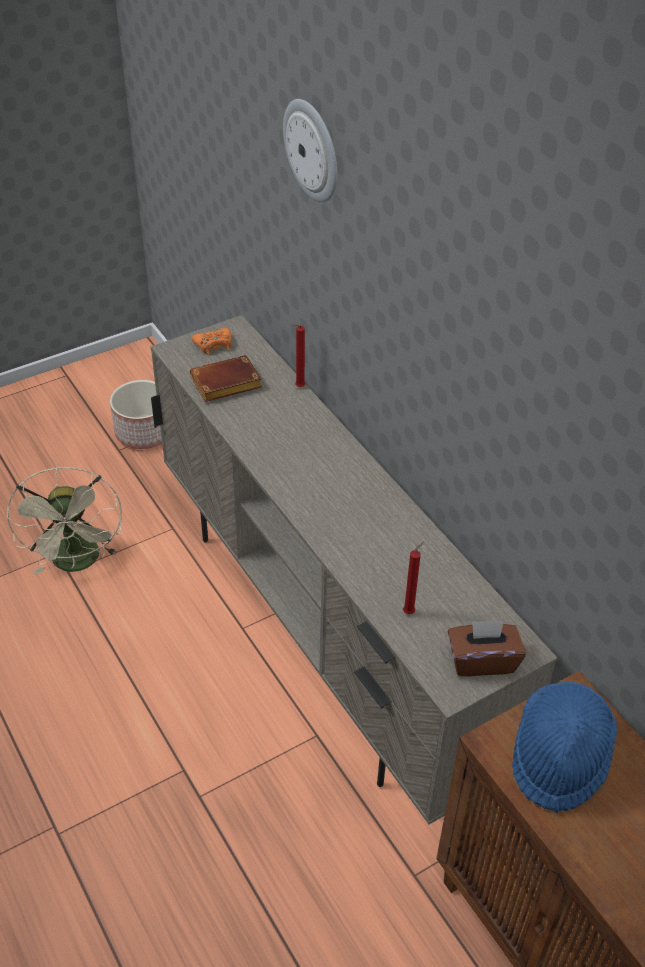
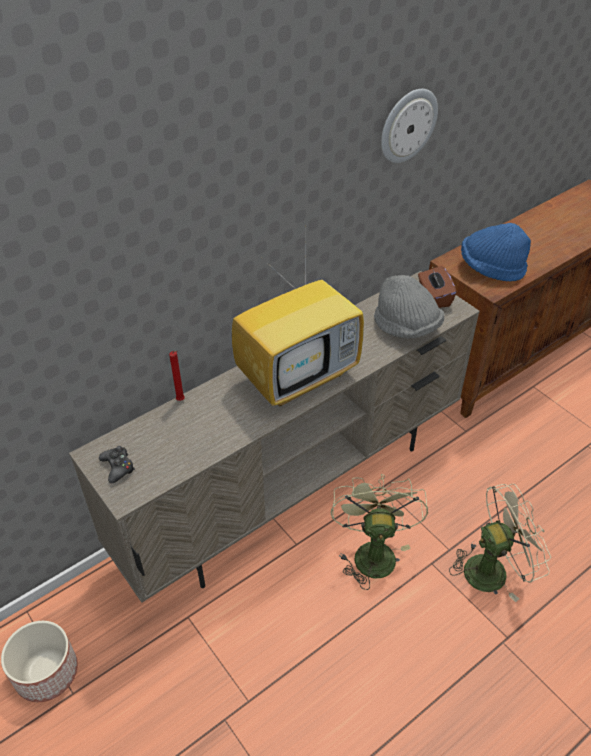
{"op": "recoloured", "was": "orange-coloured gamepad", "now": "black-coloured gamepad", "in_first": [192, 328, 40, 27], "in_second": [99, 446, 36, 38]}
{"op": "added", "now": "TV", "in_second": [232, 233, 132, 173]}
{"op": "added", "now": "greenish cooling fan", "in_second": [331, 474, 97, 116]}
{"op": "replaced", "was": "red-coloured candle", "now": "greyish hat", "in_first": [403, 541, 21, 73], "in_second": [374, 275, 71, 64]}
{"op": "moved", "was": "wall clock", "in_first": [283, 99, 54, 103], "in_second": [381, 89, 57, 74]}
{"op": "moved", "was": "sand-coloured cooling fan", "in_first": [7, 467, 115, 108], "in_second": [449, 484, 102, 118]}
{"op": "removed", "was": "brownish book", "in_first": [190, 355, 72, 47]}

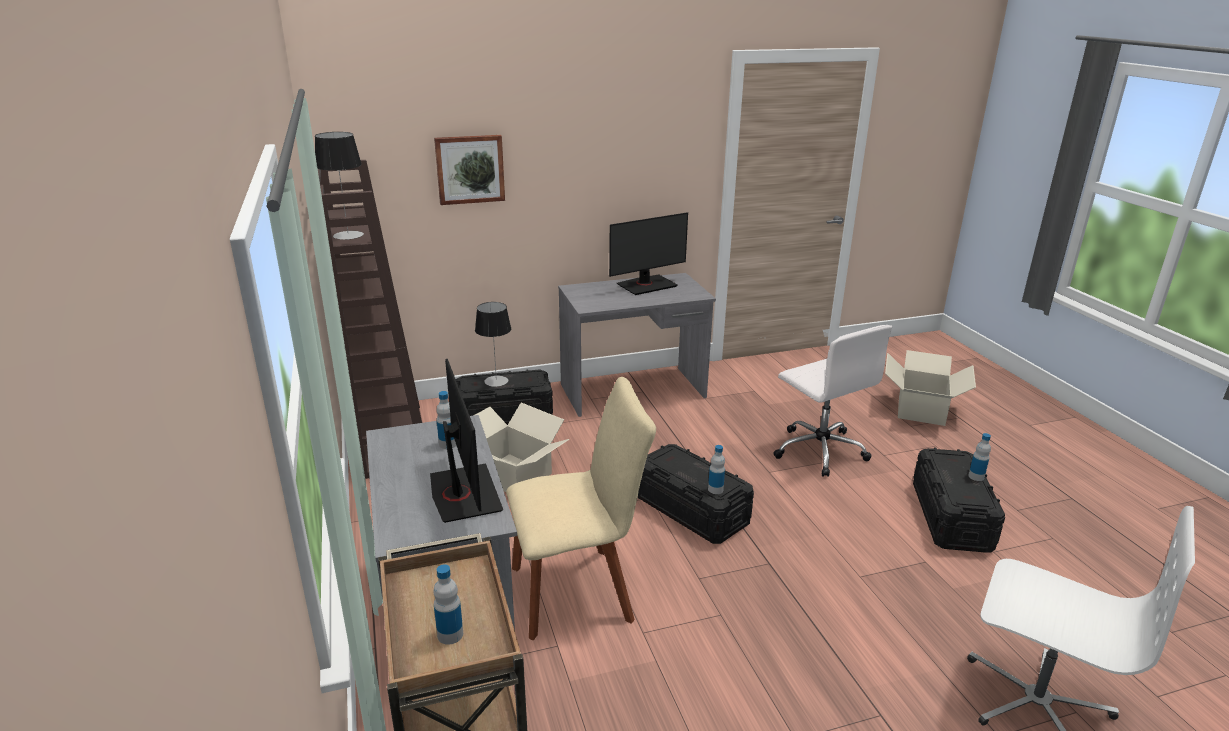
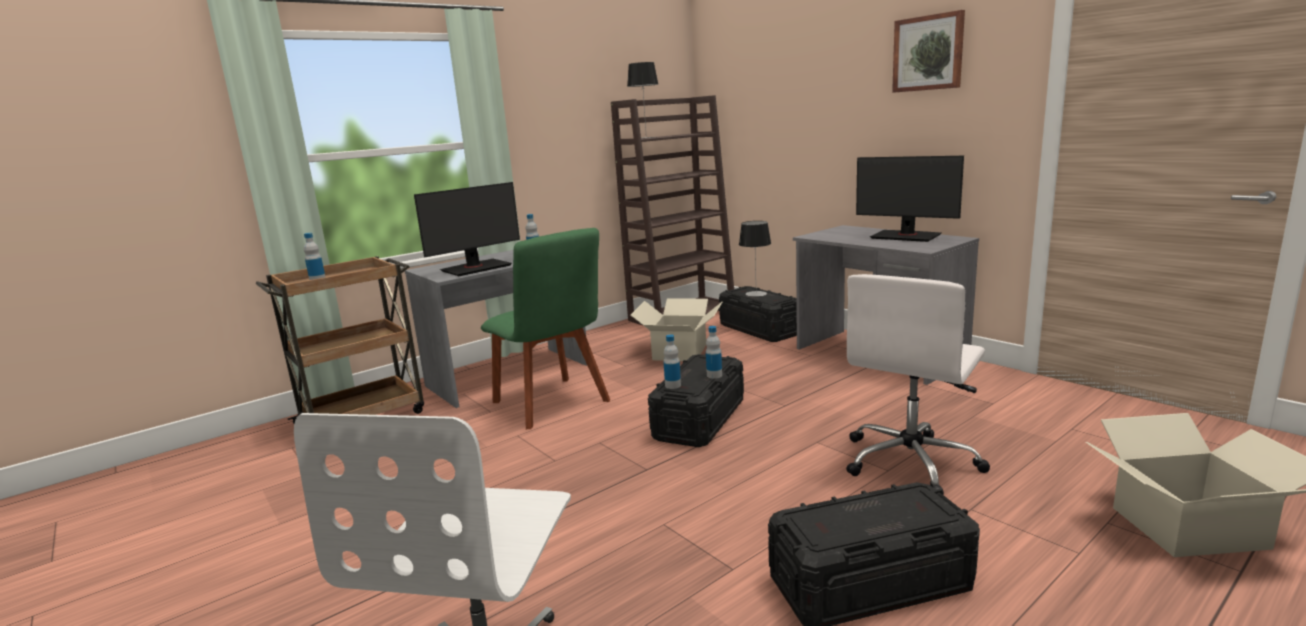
{"op": "recoloured", "was": "sand-coloured upright chair", "now": "greenish upright chair", "in_first": [506, 377, 150, 263], "in_second": [481, 228, 129, 201]}
{"op": "moved", "was": "beverage bottle", "in_first": [968, 433, 23, 48], "in_second": [706, 326, 16, 53]}
{"op": "moved", "was": "wall picture", "in_first": [434, 135, 71, 70], "in_second": [892, 10, 73, 83]}

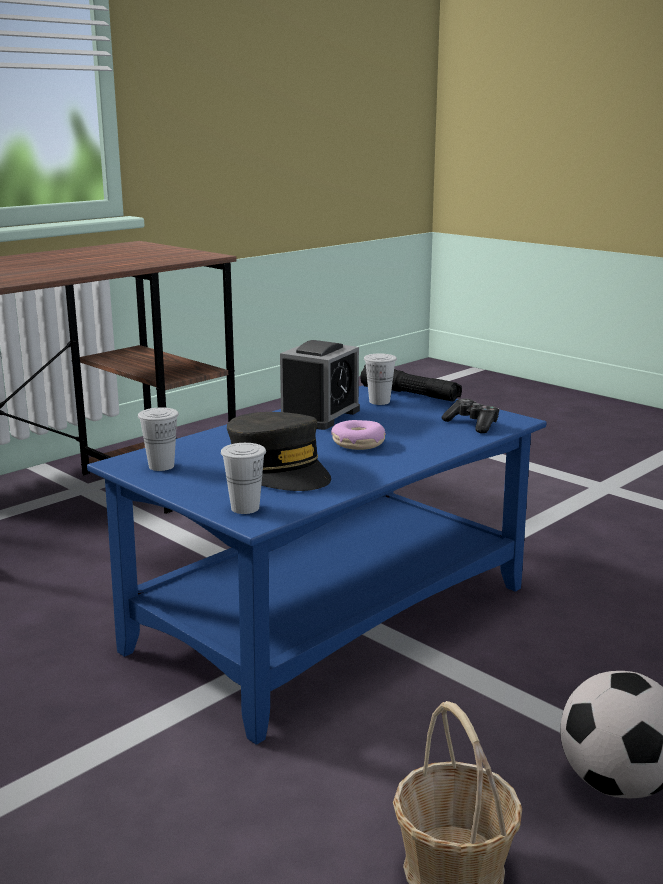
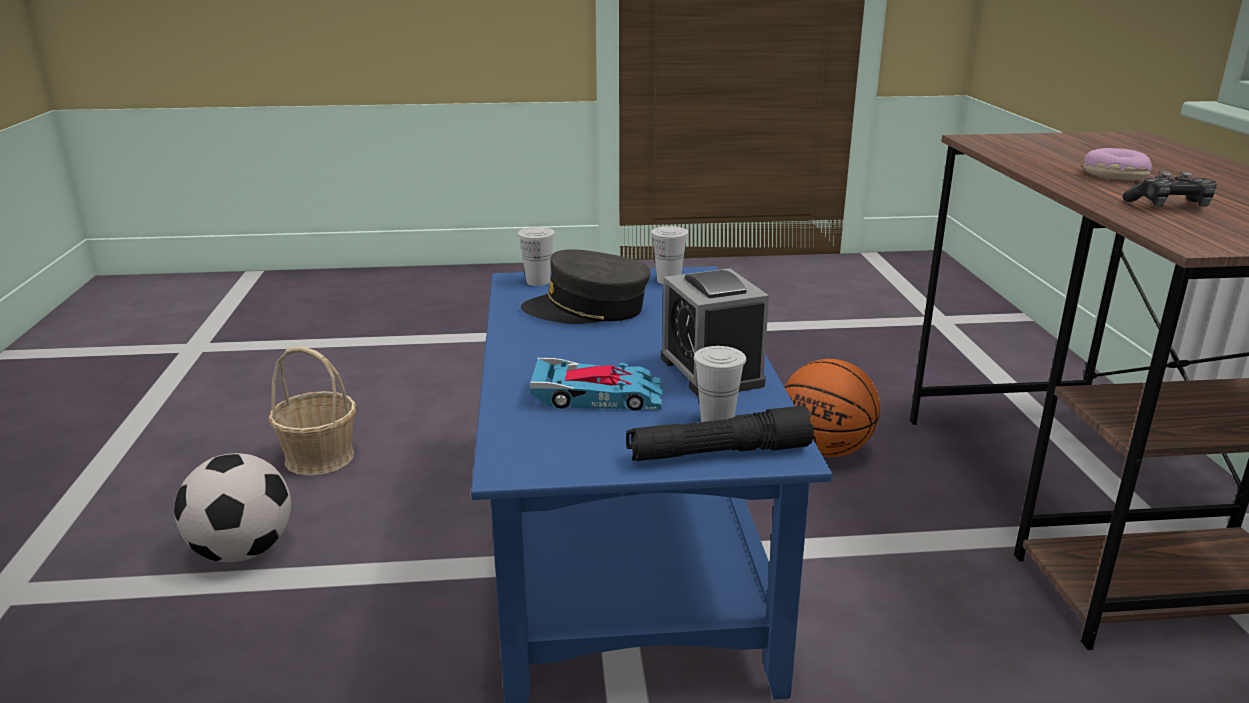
{"op": "added", "now": "model car", "in_second": [530, 358, 133, 53]}
{"op": "added", "now": "basketball", "in_second": [785, 359, 95, 98]}
{"op": "moved", "was": "ring doughnut", "in_first": [331, 420, 55, 30], "in_second": [1083, 148, 69, 32]}
{"op": "moved", "was": "gamepad", "in_first": [442, 398, 57, 35], "in_second": [1122, 171, 95, 36]}

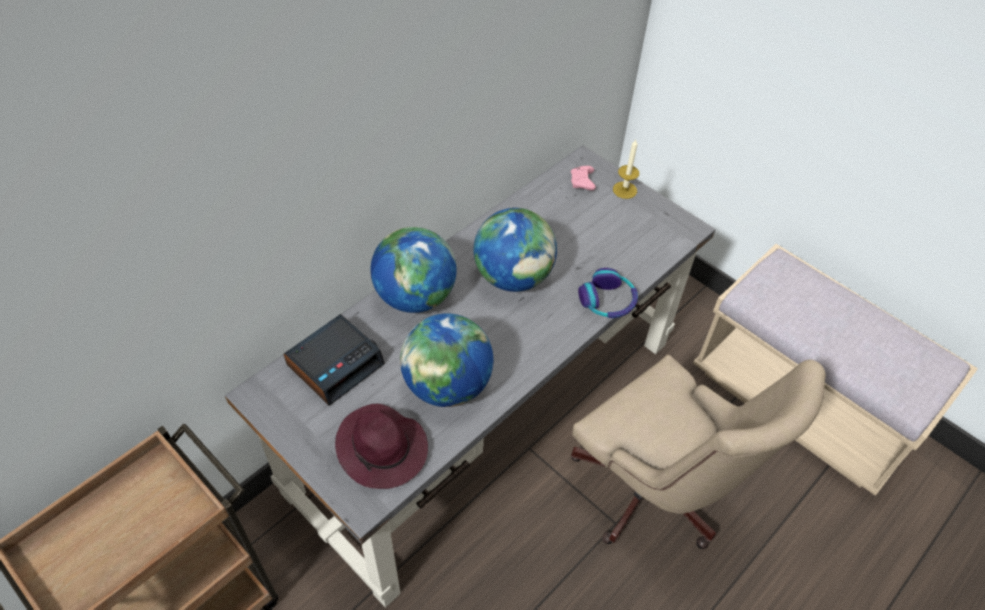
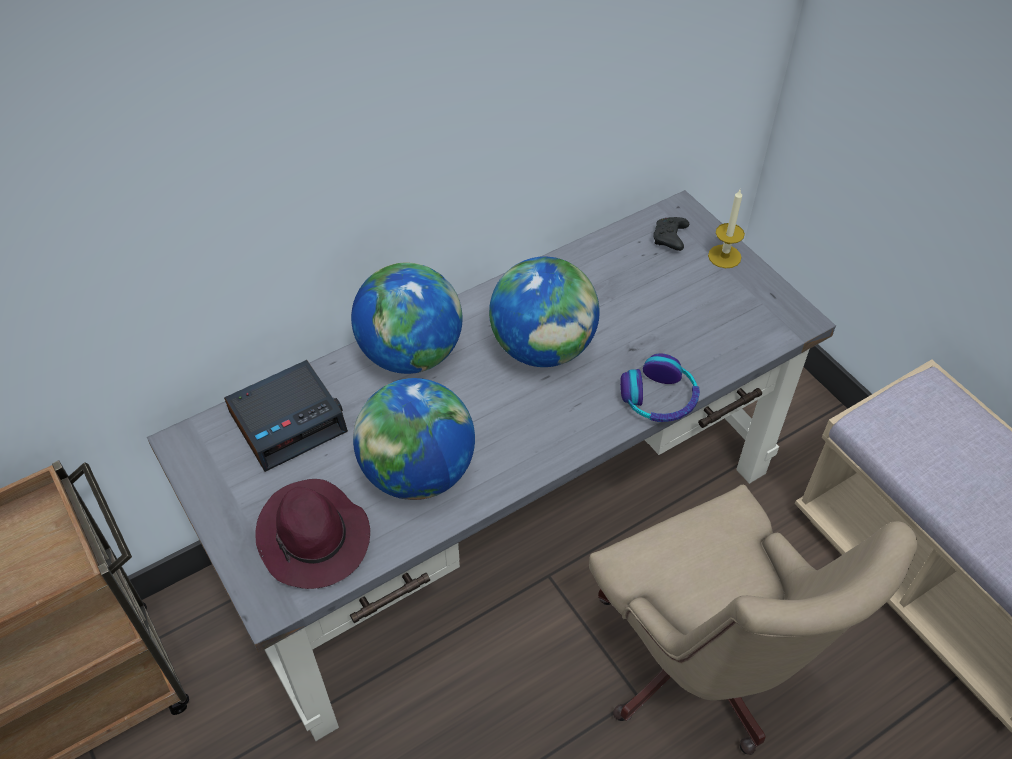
{"op": "recoloured", "was": "pinkish gamepad", "now": "black-coloured gamepad", "in_first": [571, 166, 25, 24], "in_second": [653, 217, 36, 34]}

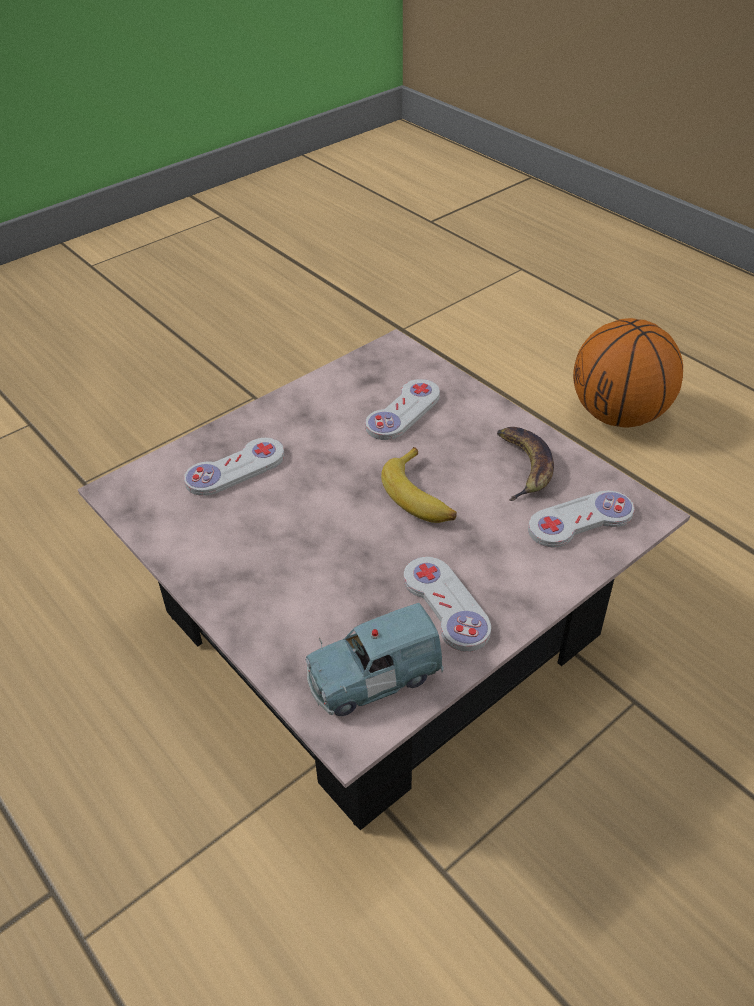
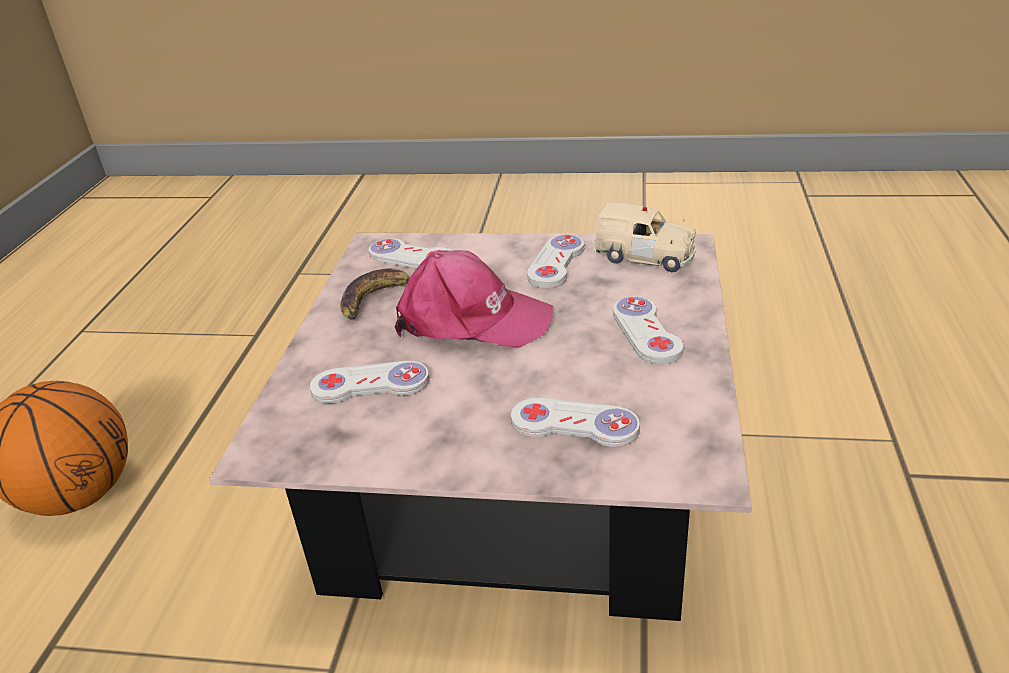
{"op": "replaced", "was": "banana fruit", "now": "pinkish peaked cap", "in_first": [381, 447, 76, 76], "in_second": [394, 250, 159, 98]}
{"op": "recoloured", "was": "blue model car", "now": "sand-coloured model car", "in_first": [305, 603, 139, 113], "in_second": [594, 202, 102, 70]}
{"op": "added", "now": "white gamepad", "in_second": [613, 296, 70, 68]}

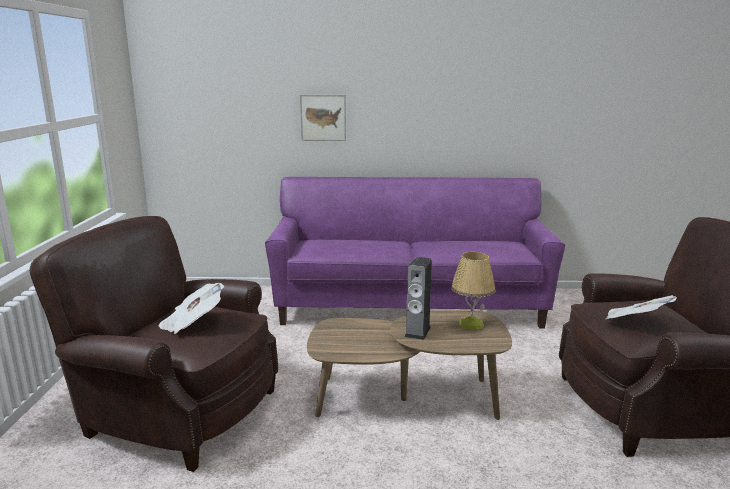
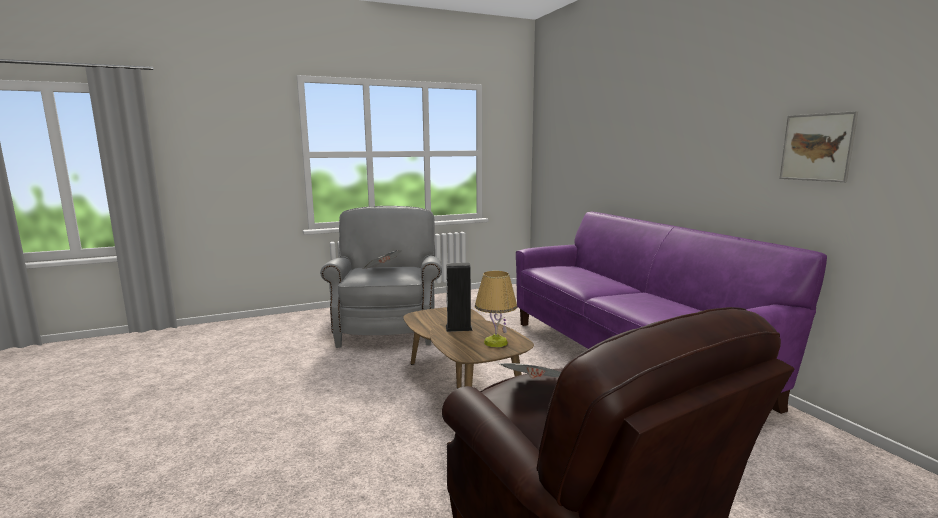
{"op": "recoloured", "was": "brownish lounge chair", "now": "greyish lounge chair", "in_first": [30, 216, 248, 256], "in_second": [320, 206, 122, 142]}
{"op": "moved", "was": "wall picture", "in_first": [300, 95, 46, 46], "in_second": [779, 111, 79, 71]}

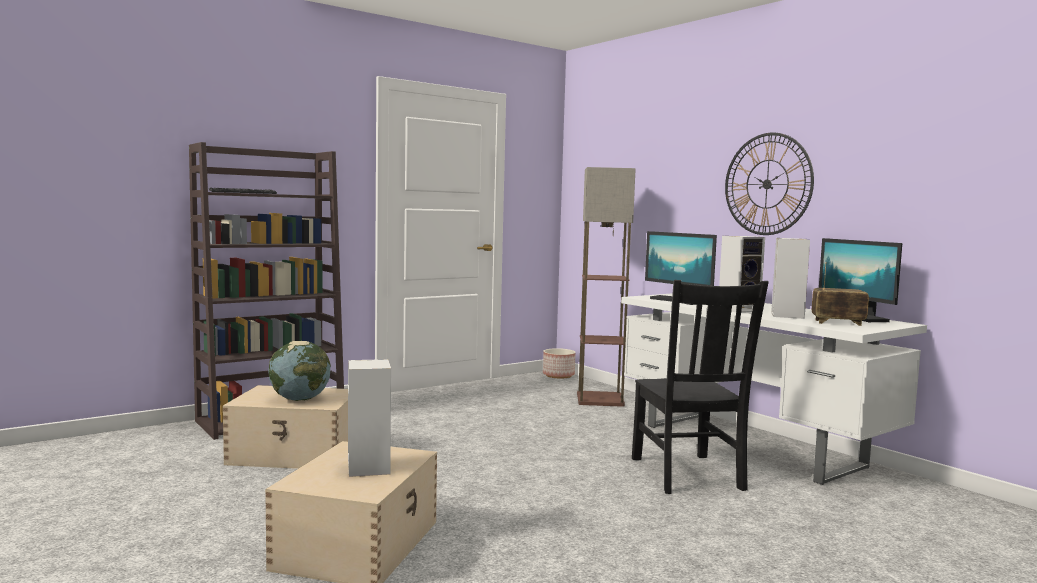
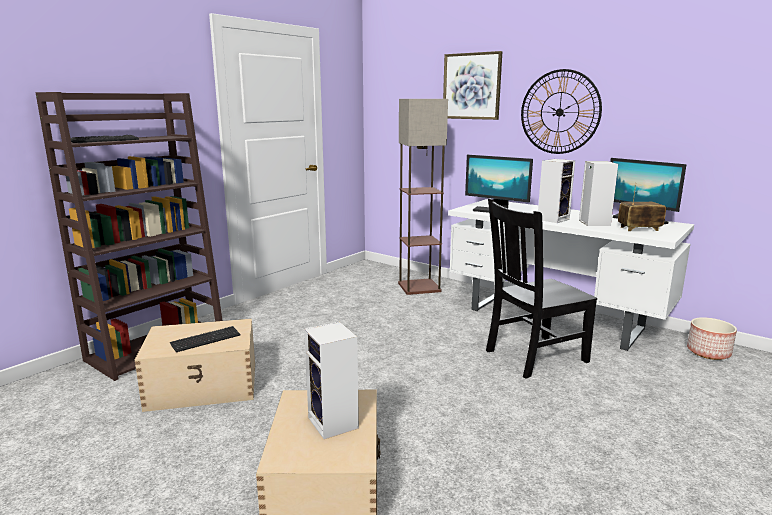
{"op": "replaced", "was": "desk globe", "now": "keyboard", "in_first": [268, 341, 63, 60], "in_second": [170, 326, 70, 26]}
{"op": "added", "now": "wall picture", "in_second": [443, 51, 60, 69]}
{"op": "turned", "was": "black-coloured upright chair", "in_first": [632, 280, 137, 214], "in_second": [486, 198, 111, 181], "clockwise": 90}
{"op": "moved", "was": "flower pot", "in_first": [543, 348, 33, 31], "in_second": [687, 317, 50, 43]}

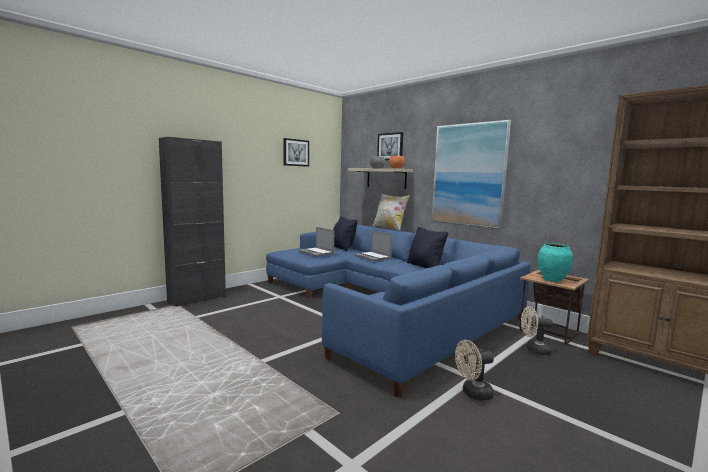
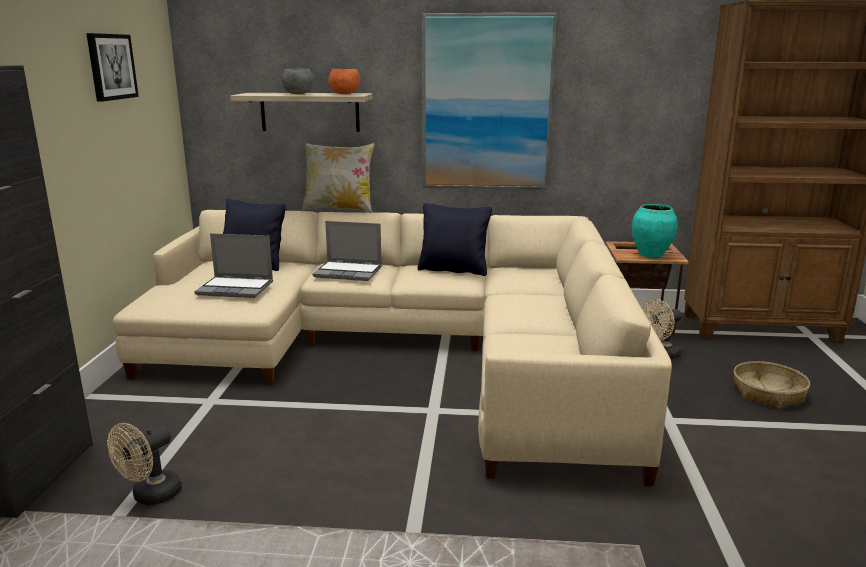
{"op": "moved", "was": "sand-coloured cooling fan", "in_first": [455, 340, 39, 61], "in_second": [107, 423, 75, 82]}
{"op": "recoloured", "was": "blue settee", "now": "sand-coloured settee", "in_first": [266, 222, 265, 176], "in_second": [113, 210, 559, 276]}
{"op": "added", "now": "storage basket", "in_second": [734, 361, 76, 48]}
{"op": "removed", "was": "wall picture", "in_first": [377, 132, 26, 28]}

